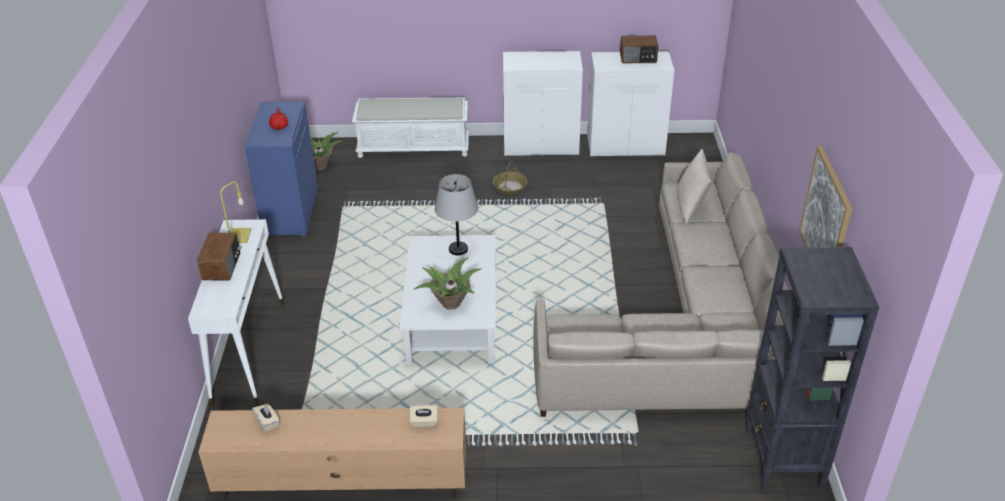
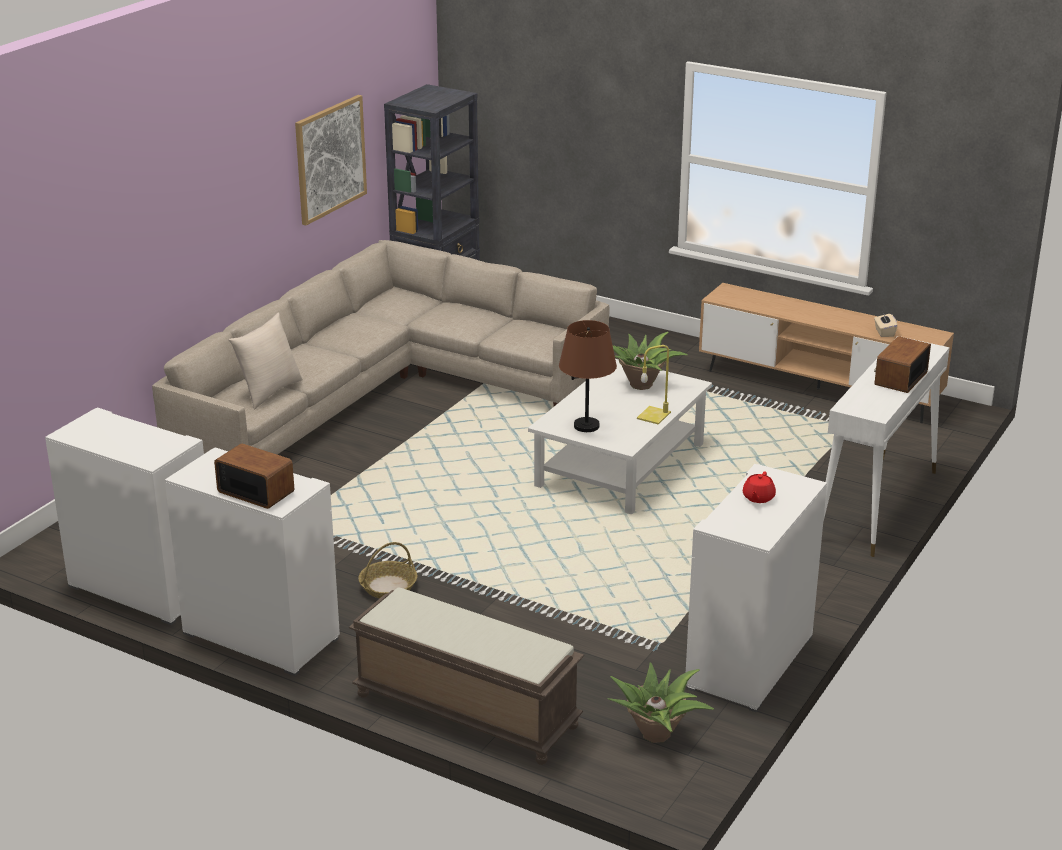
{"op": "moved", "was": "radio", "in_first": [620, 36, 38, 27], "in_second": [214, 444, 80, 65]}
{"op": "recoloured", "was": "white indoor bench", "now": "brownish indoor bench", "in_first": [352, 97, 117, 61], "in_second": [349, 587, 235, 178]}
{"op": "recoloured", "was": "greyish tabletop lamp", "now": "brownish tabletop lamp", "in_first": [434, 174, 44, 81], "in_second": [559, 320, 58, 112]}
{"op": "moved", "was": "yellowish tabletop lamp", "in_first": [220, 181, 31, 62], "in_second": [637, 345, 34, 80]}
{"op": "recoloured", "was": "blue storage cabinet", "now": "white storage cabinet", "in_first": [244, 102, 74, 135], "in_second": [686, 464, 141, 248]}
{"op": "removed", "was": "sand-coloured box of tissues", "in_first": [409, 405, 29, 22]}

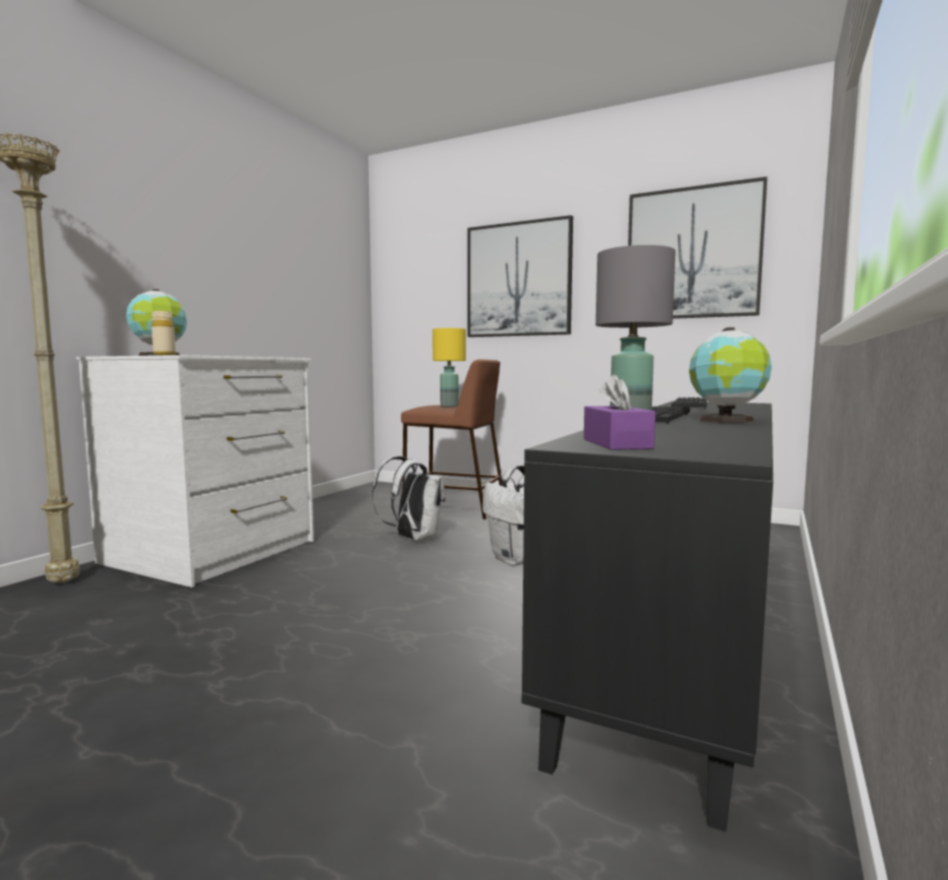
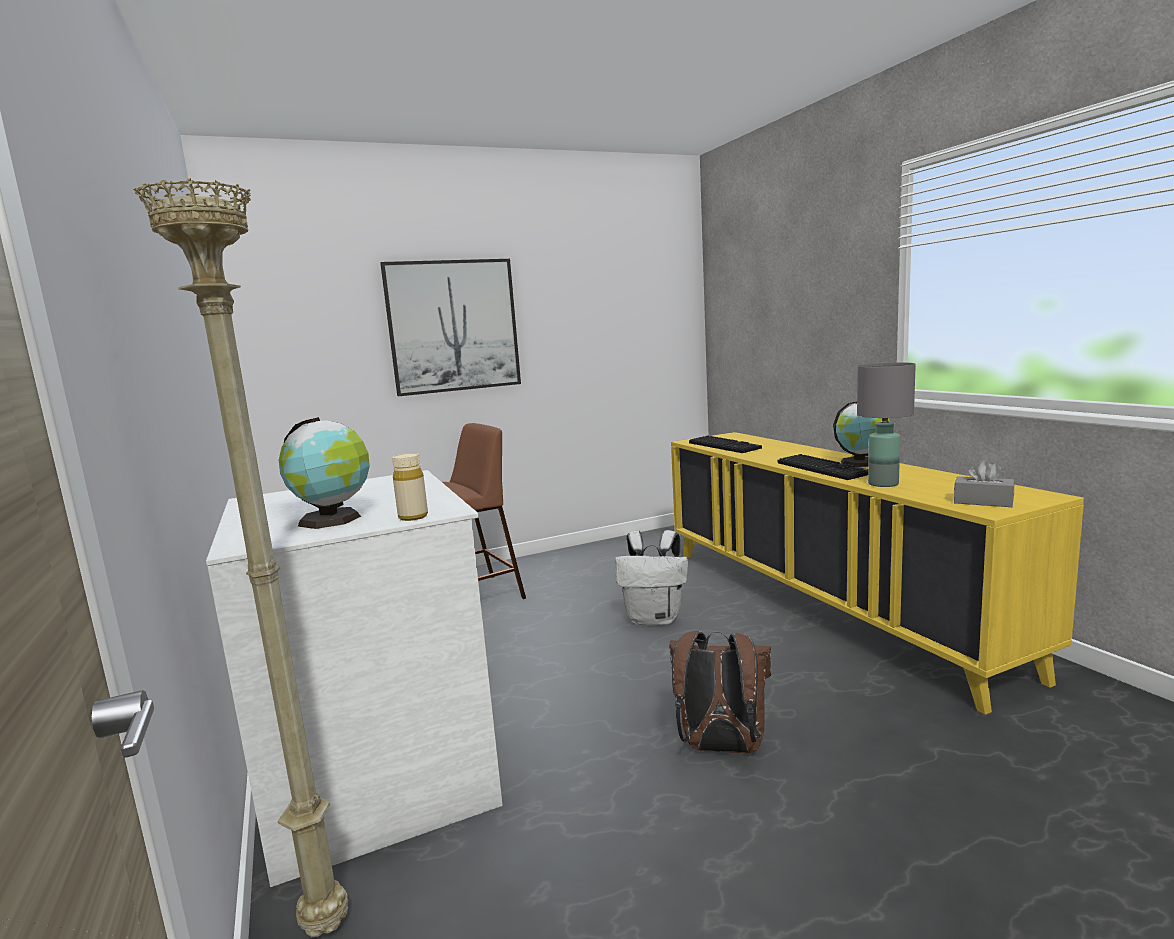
{"op": "added", "now": "brownish knapsack", "in_second": [669, 631, 102, 122]}
{"op": "recoloured", "was": "black-coloured storage cabinet", "now": "yellowish storage cabinet", "in_first": [522, 401, 251, 431], "in_second": [671, 432, 413, 283]}
{"op": "recoloured", "was": "purplish box of tissues", "now": "greyish box of tissues", "in_first": [584, 374, 72, 76], "in_second": [954, 460, 61, 47]}
{"op": "removed", "was": "white knapsack", "in_first": [372, 456, 73, 85]}
{"op": "removed", "was": "yellowish tabletop lamp", "in_first": [432, 328, 34, 79]}
{"op": "removed", "was": "wall picture", "in_first": [628, 177, 139, 142]}

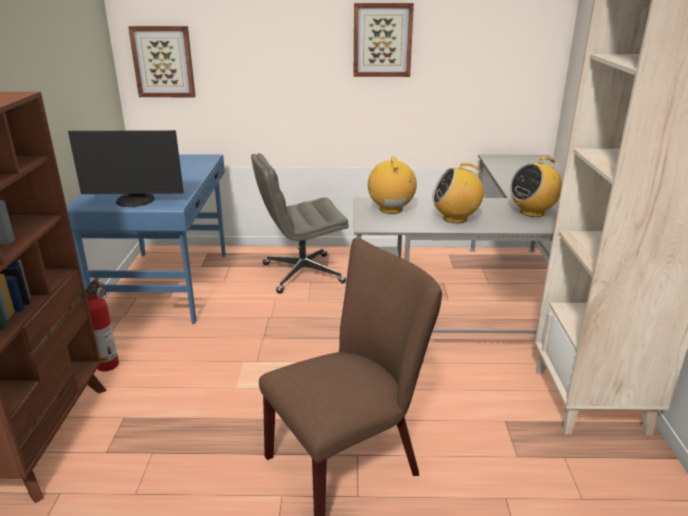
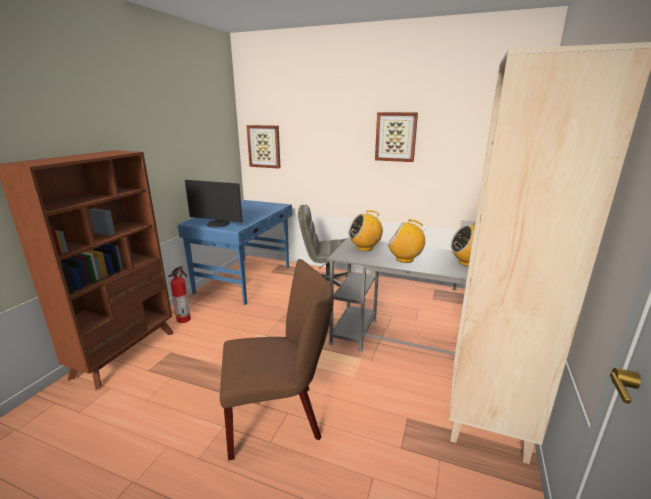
{"op": "turned", "was": "radio", "in_first": [368, 156, 49, 58], "in_second": [348, 210, 35, 41], "clockwise": -120}

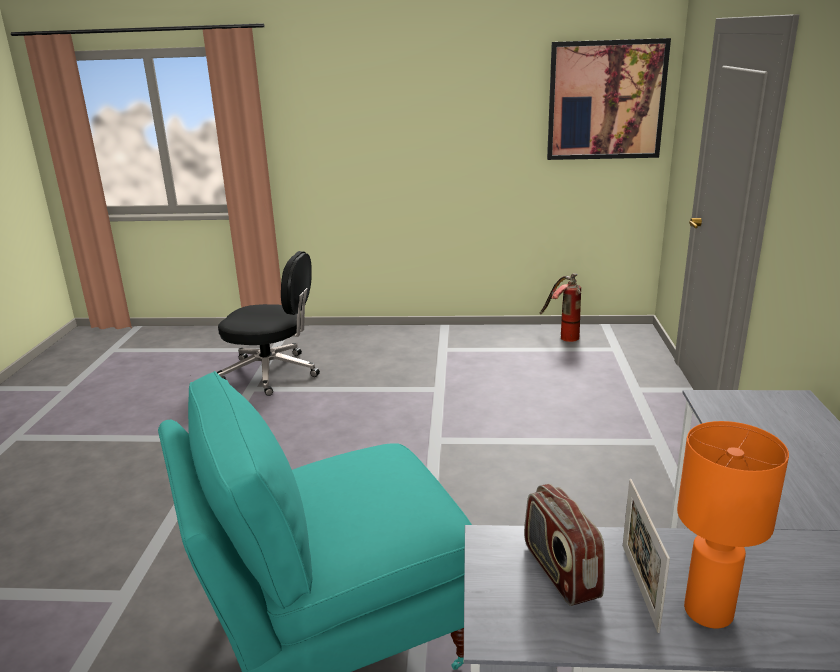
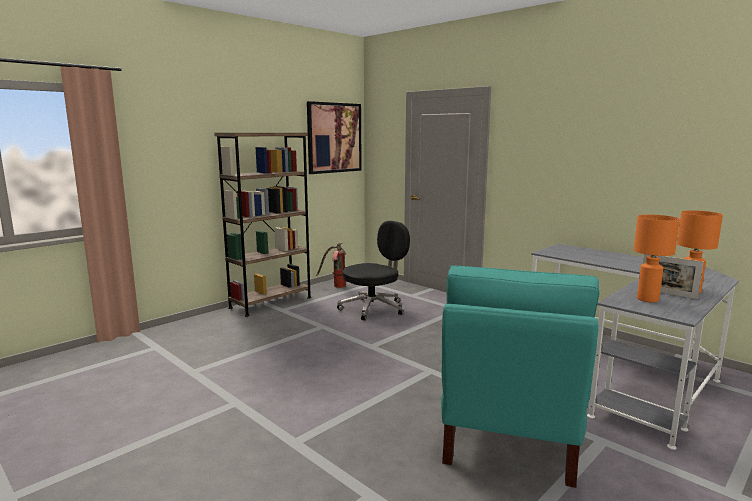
{"op": "added", "now": "brownish bookcase", "in_second": [214, 133, 97, 184]}
{"op": "moved", "was": "black-coloured desk chair", "in_first": [217, 251, 103, 145], "in_second": [337, 221, 73, 100]}
{"op": "replaced", "was": "radio", "now": "orange-coloured tabletop lamp", "in_first": [524, 484, 81, 122], "in_second": [634, 215, 46, 88]}

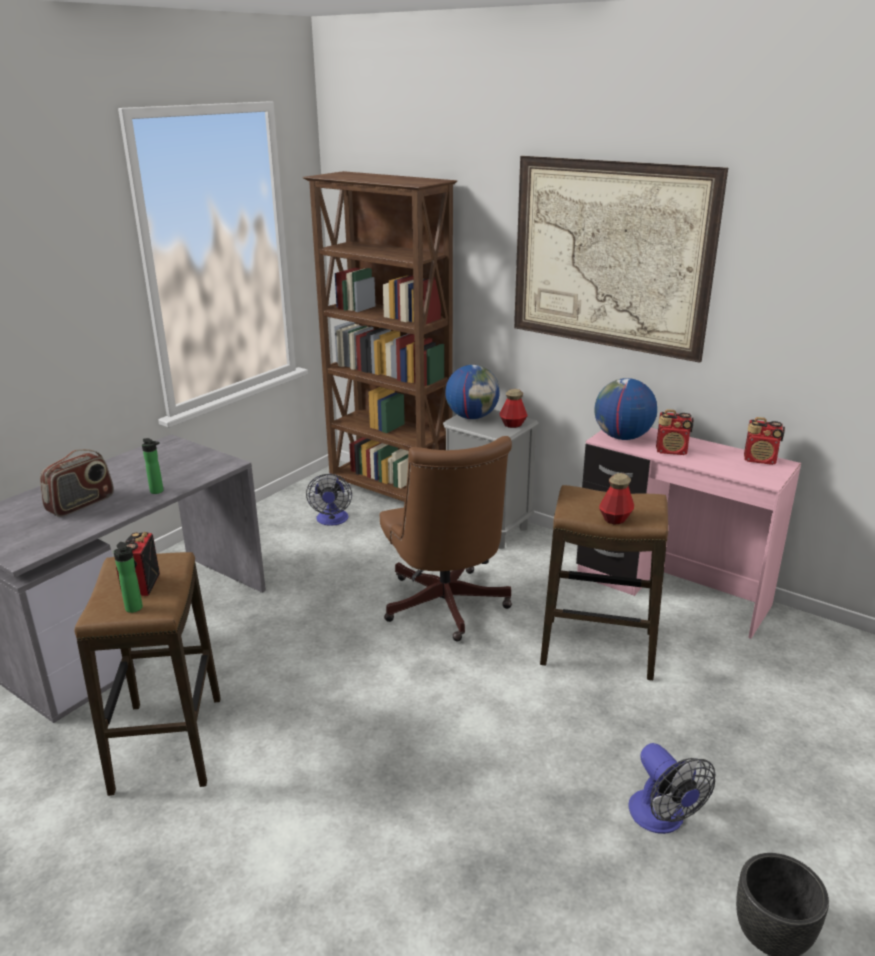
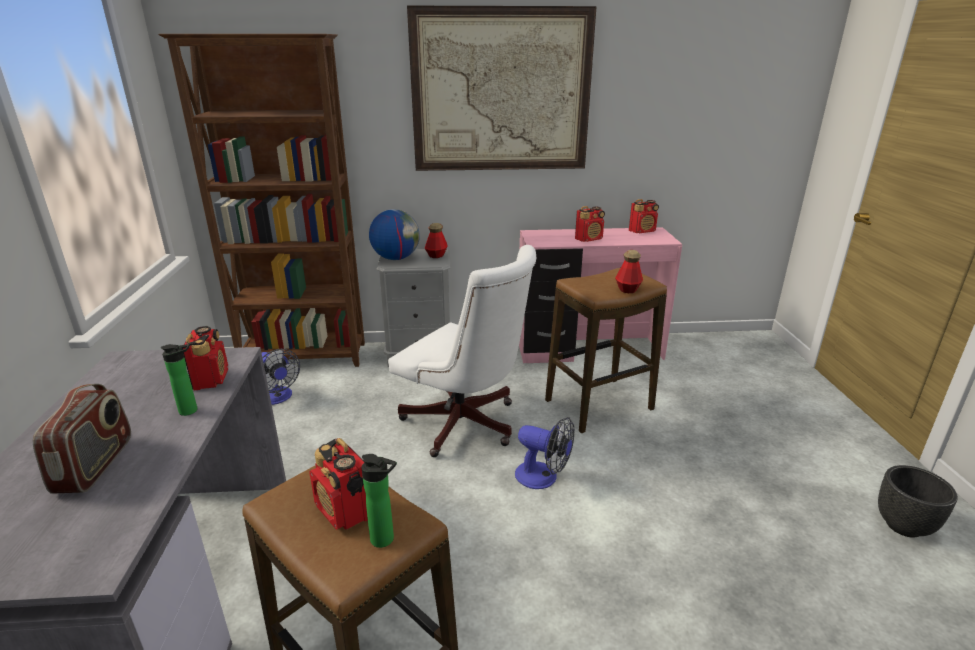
{"op": "added", "now": "radio", "in_second": [182, 326, 46, 64]}
{"op": "recoloured", "was": "brownish desk chair", "now": "white desk chair", "in_first": [380, 436, 132, 205], "in_second": [388, 245, 148, 212]}
{"op": "moved", "was": "cooling fan", "in_first": [629, 743, 87, 91], "in_second": [515, 417, 59, 72]}
{"op": "removed", "was": "desk globe", "in_first": [594, 378, 63, 62]}

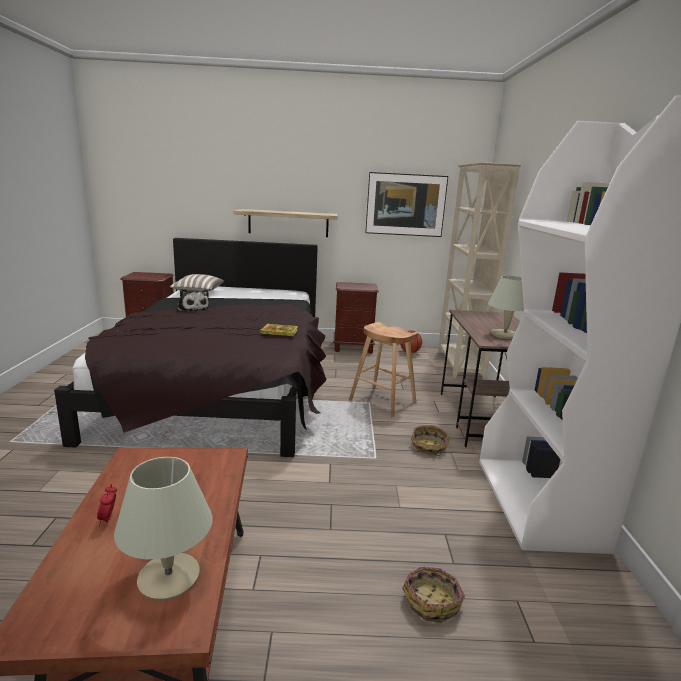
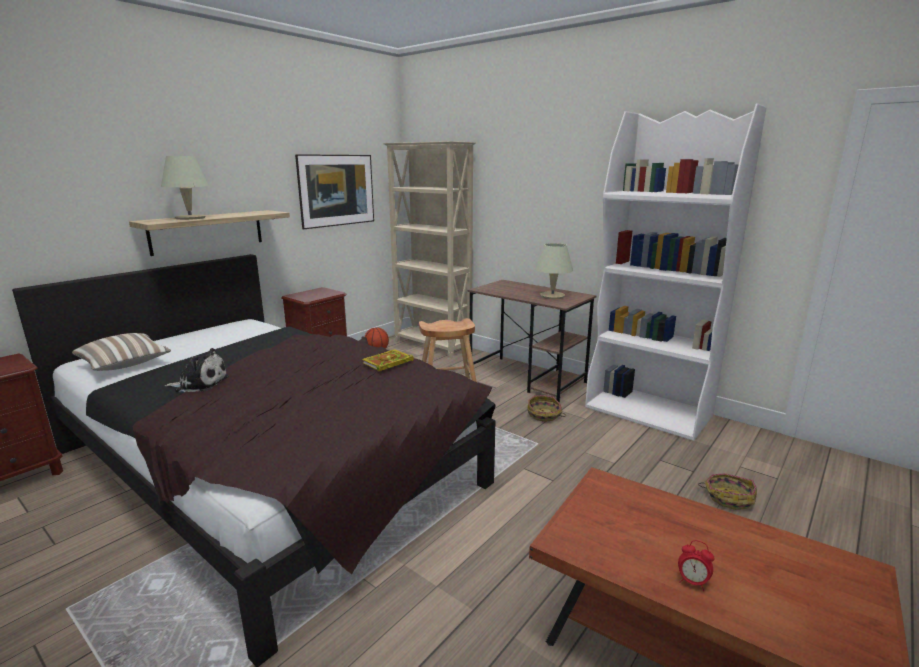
{"op": "moved", "was": "sand-coloured tabletop lamp", "in_first": [114, 457, 99, 144], "in_second": [161, 156, 48, 64]}

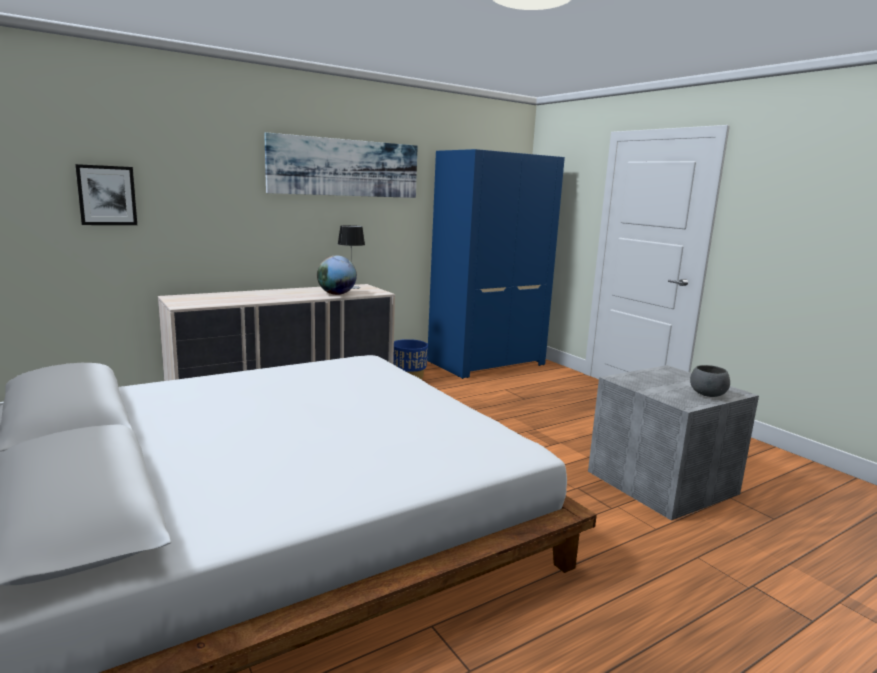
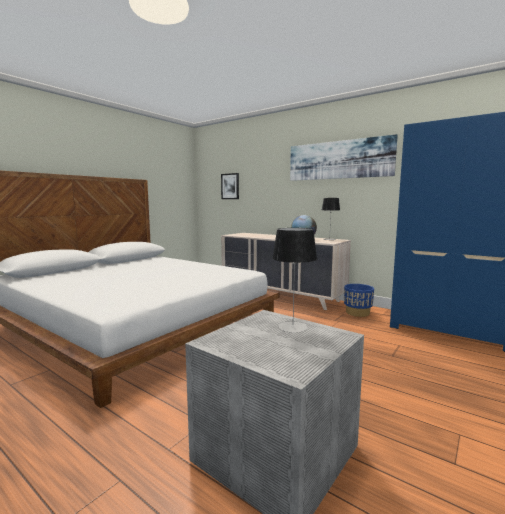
{"op": "added", "now": "tabletop lamp", "in_second": [272, 228, 45, 105]}
{"op": "removed", "was": "greyish bowl", "in_first": [690, 365, 40, 32]}

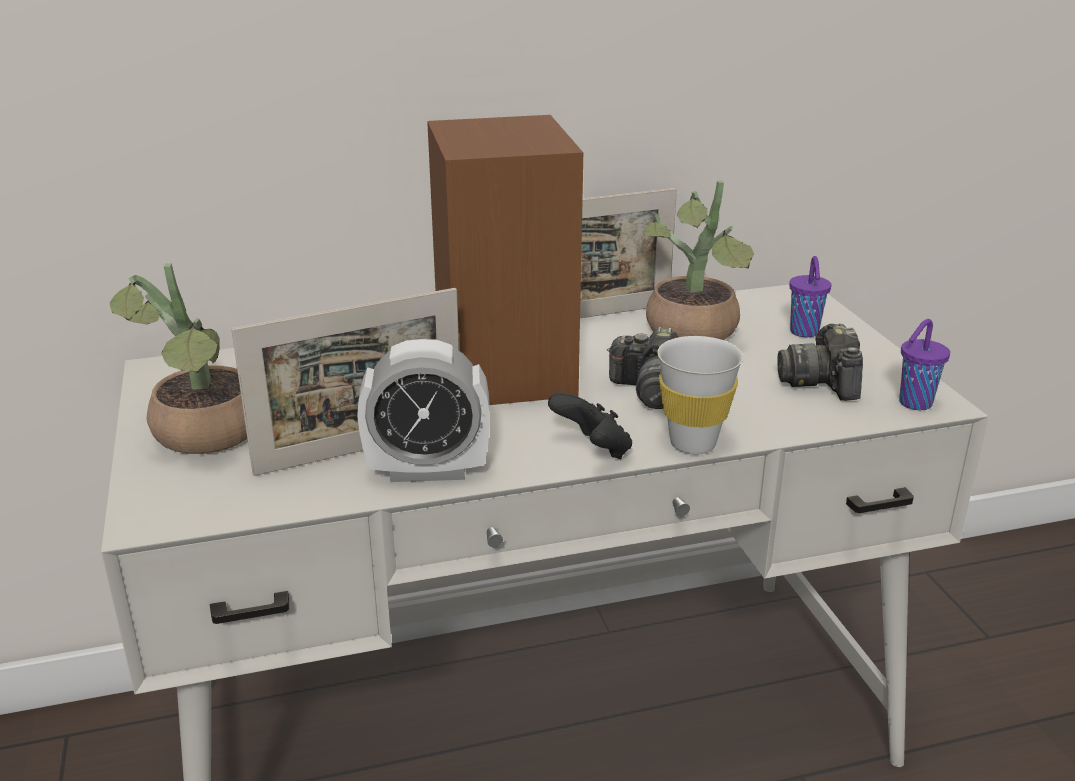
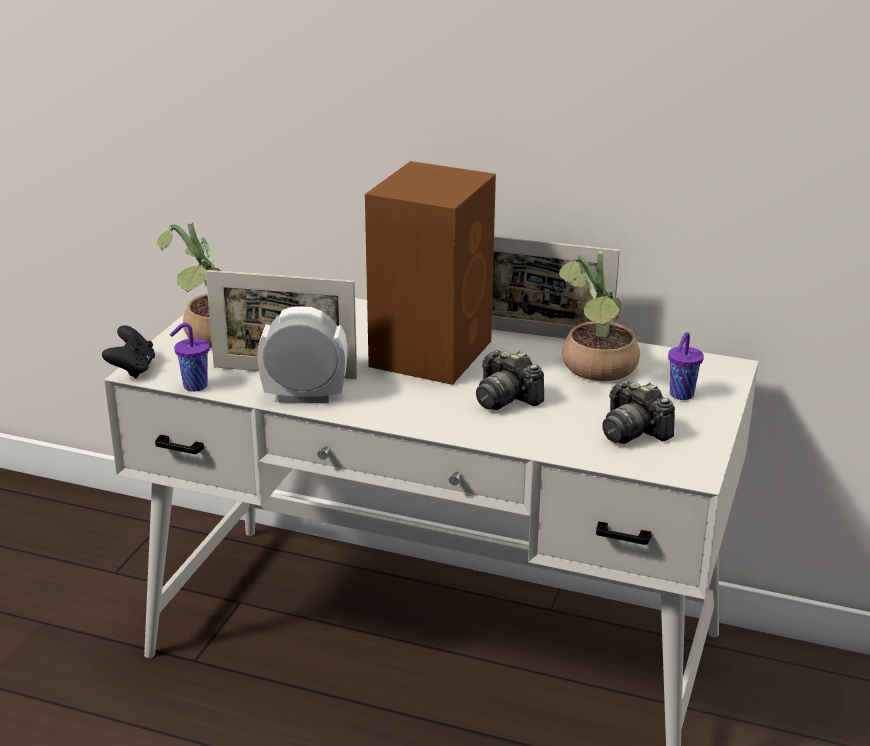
{"op": "moved", "was": "black-coloured gamepad", "in_first": [548, 392, 84, 67], "in_second": [102, 326, 53, 52]}
{"op": "moved", "was": "purplish cup", "in_first": [899, 319, 51, 91], "in_second": [170, 323, 40, 69]}
{"op": "turned", "was": "bedside clock", "in_first": [357, 339, 133, 143], "in_second": [257, 306, 90, 97], "clockwise": 150}
{"op": "turned", "was": "still camera", "in_first": [777, 324, 86, 77], "in_second": [602, 380, 73, 64], "clockwise": -75}
{"op": "removed", "was": "white cup", "in_first": [657, 336, 86, 119]}

